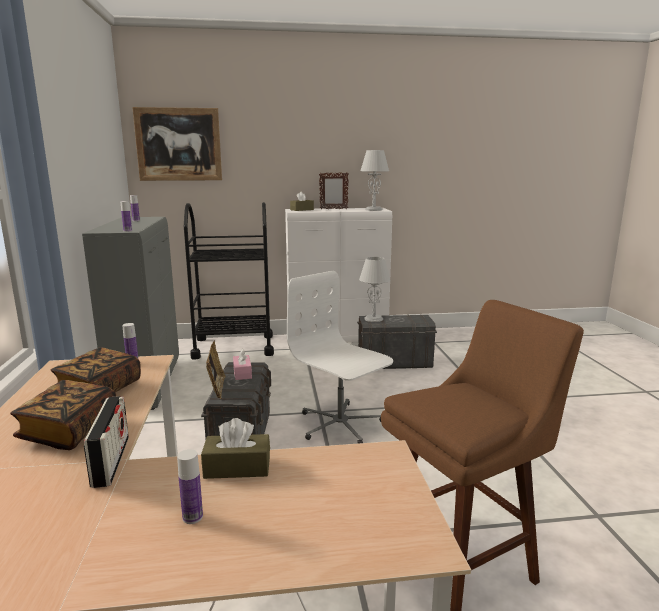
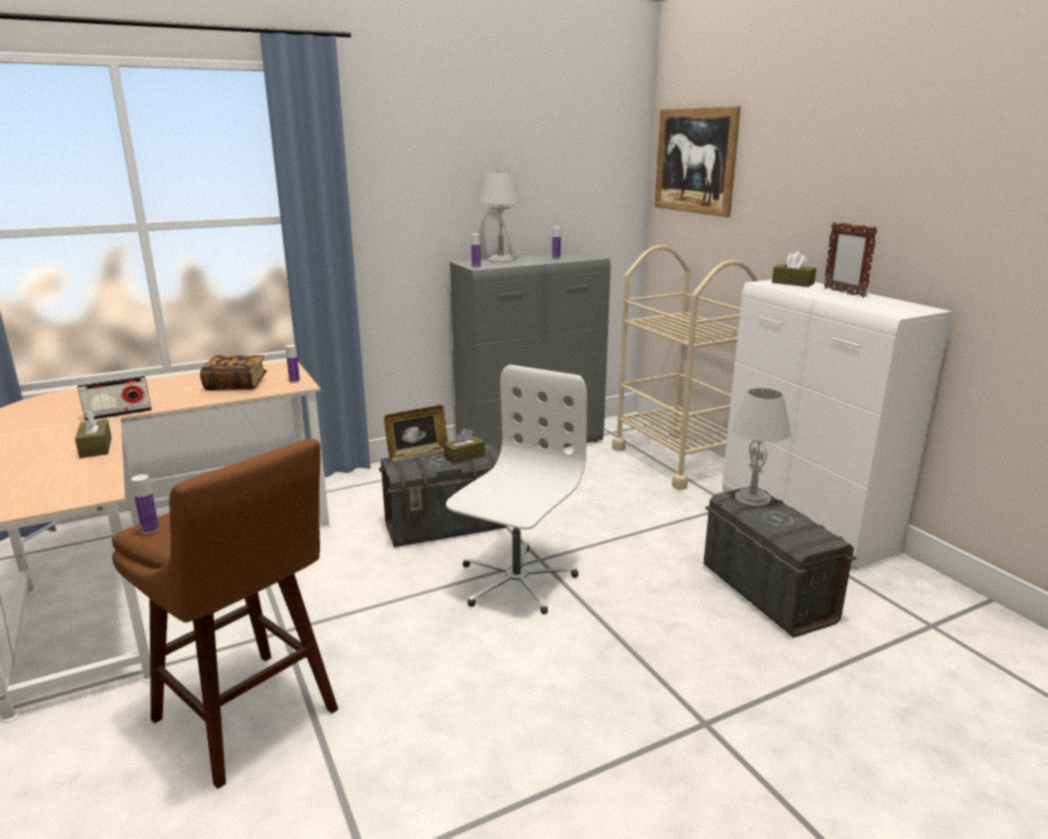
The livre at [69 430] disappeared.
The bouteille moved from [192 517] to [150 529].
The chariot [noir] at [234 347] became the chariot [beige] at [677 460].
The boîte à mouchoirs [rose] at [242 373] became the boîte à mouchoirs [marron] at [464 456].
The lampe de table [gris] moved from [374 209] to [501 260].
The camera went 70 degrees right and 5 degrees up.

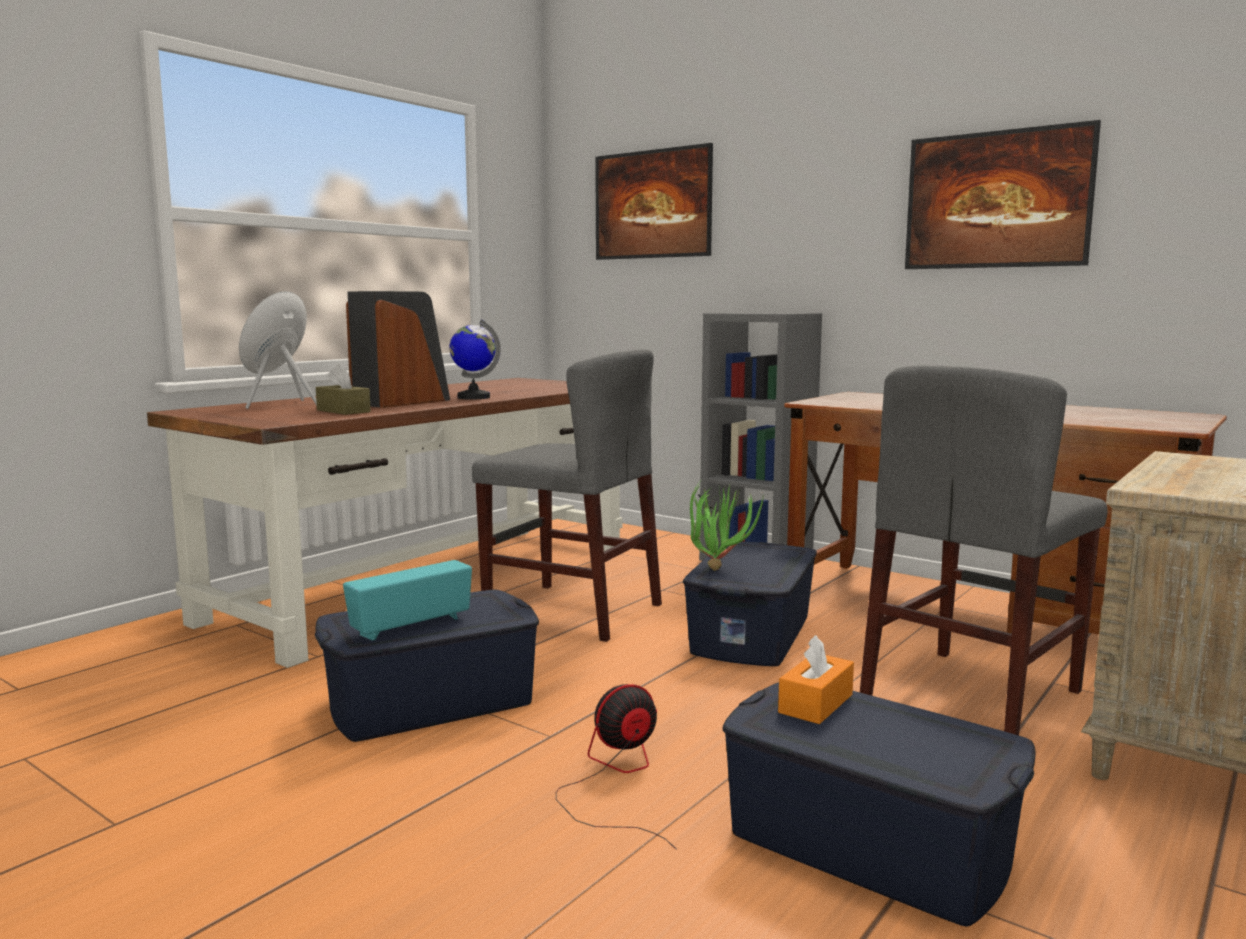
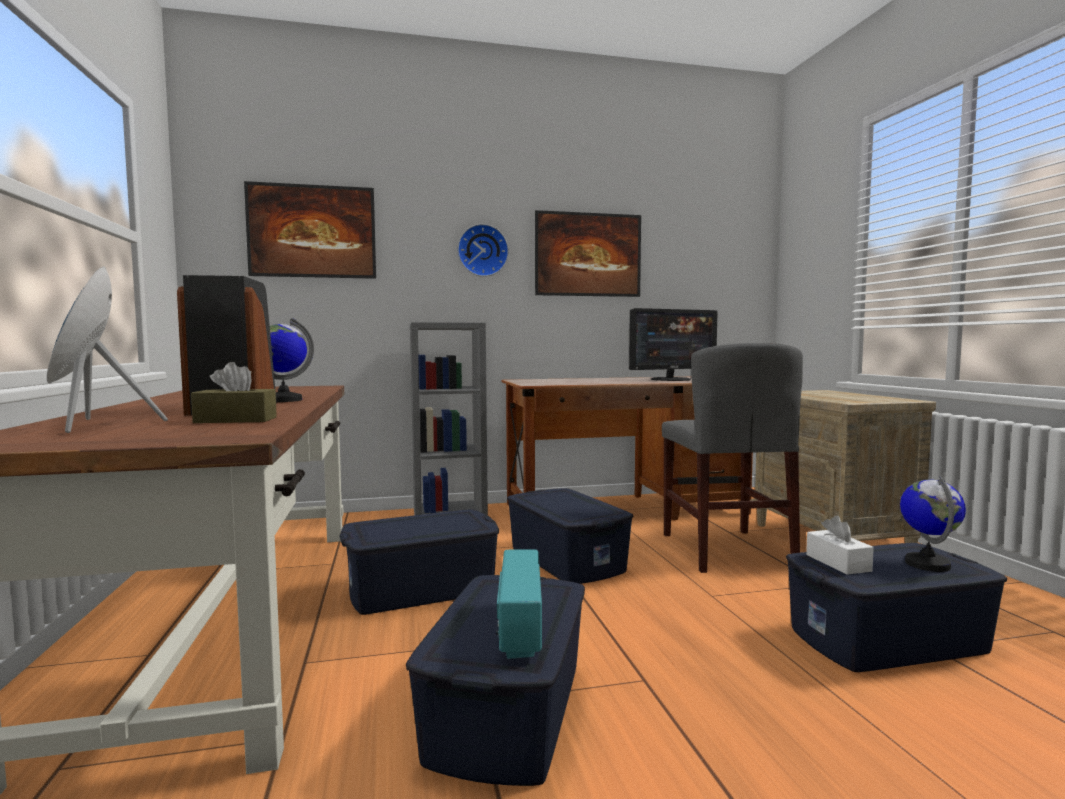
The chaise [gris] at [573 611] was replaced by the boîte de rangement [bleu] at [422 589].
The ventilateur at [617 778] disappeared.
The plante en pot at [718 567] disappeared.
The boîte à mouchoirs [orange] at [816 703] became the boîte à mouchoirs [blanc] at [838 563].
The horloge murale at [482 251] appeared.
The écran d'ordinateur at [671 379] appeared.
The globe at [927 564] appeared.
The camera went 50 degrees left and 5 degrees down.

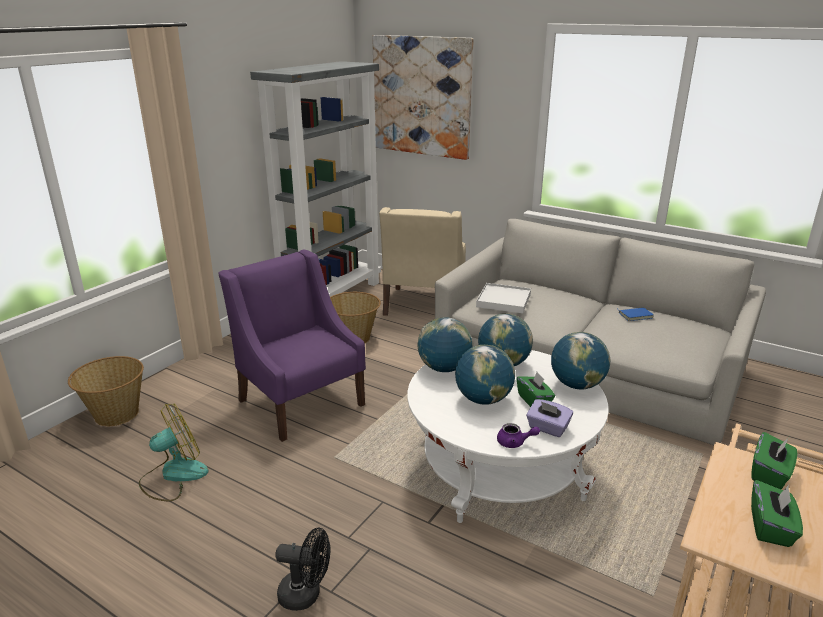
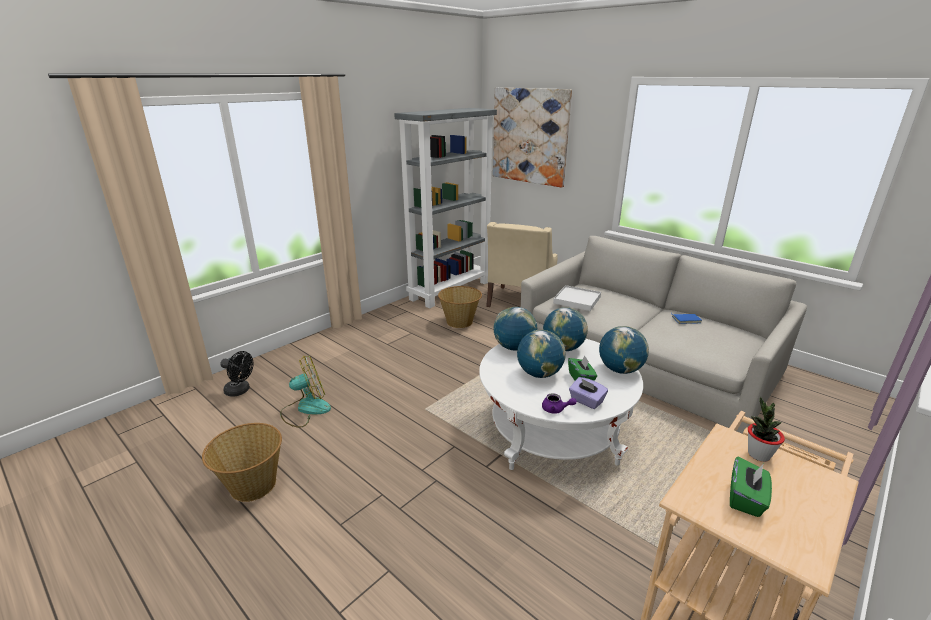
The panier moved from [116 414] to [252 485].
The fauteuil [violet] at [301 401] disappeared.
The ventilateur [noir] moved from [306 594] to [240 391].
The boîte à mouchoirs [vert] at [770 474] was replaced by the plante en pot at [758 454].
The camera went 10 degrees right and 0 degrees up.

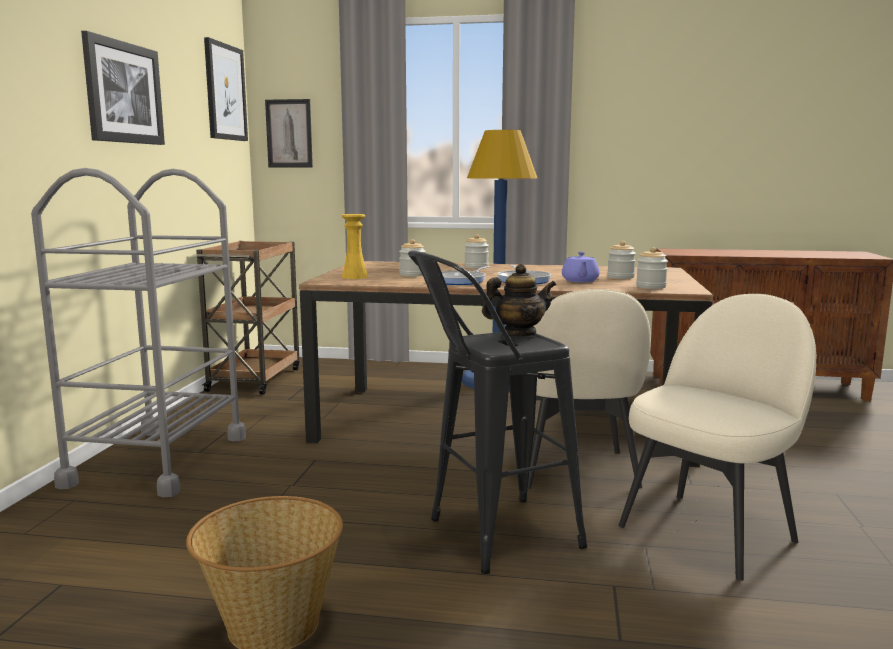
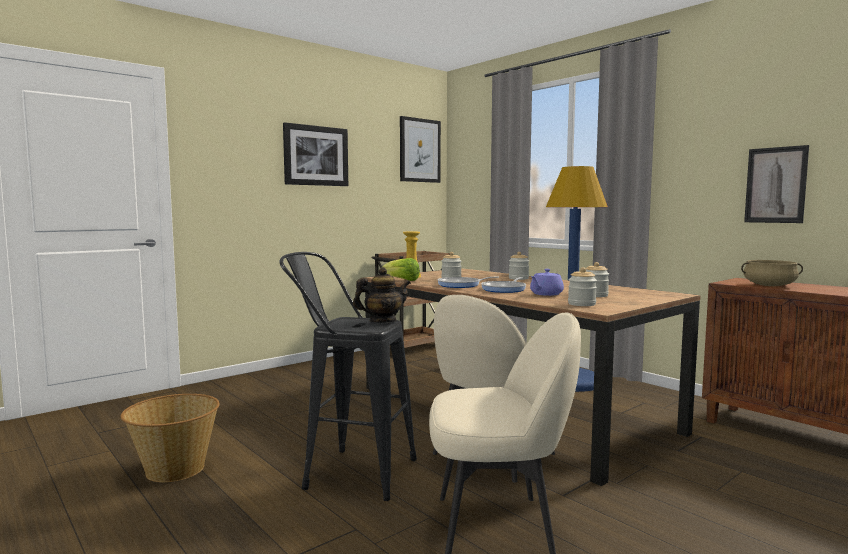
The chariot [gris] at [158 460] disappeared.
The tableau moved from [289 133] to [775 185].
The théière at [518 334] turned 45 degrees counterclockwise.
The laitue at [402 280] appeared.
The marmite [beige] at [769 286] appeared.
The camera went 40 degrees right and 5 degrees down.

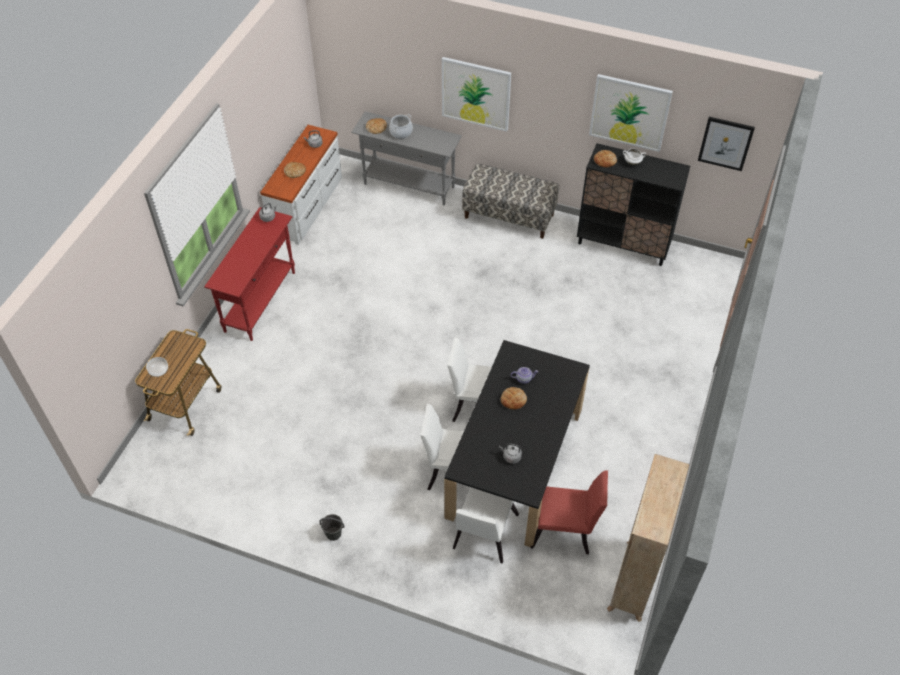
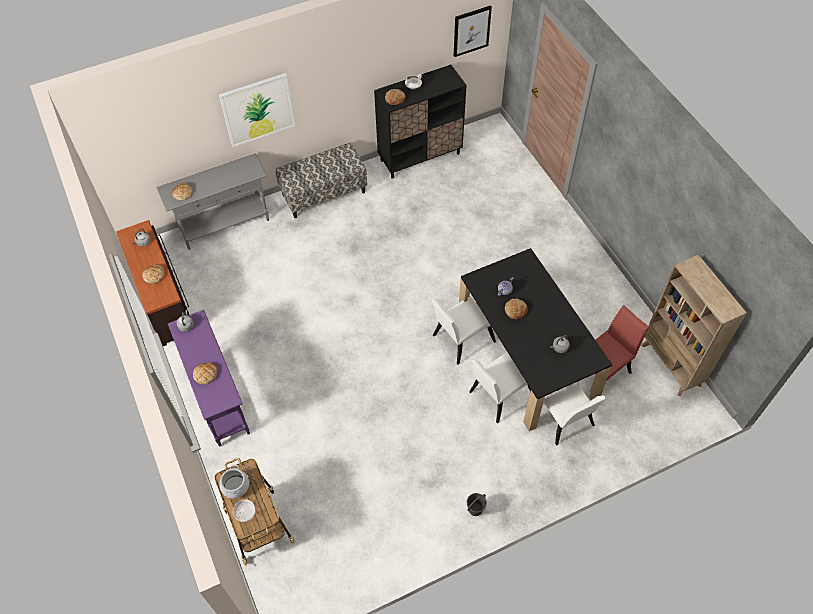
The table console [rouge] at [260 301] became the table console [violet] at [219 399].
The commode [blanc] at [308 206] became the commode [marron] at [164 299].
The marmite moved from [401 132] to [235 486].
The tableau at [629 112] disappeared.
The pain at [205 374] appeared.
The camera went 45 degrees left and 5 degrees up.

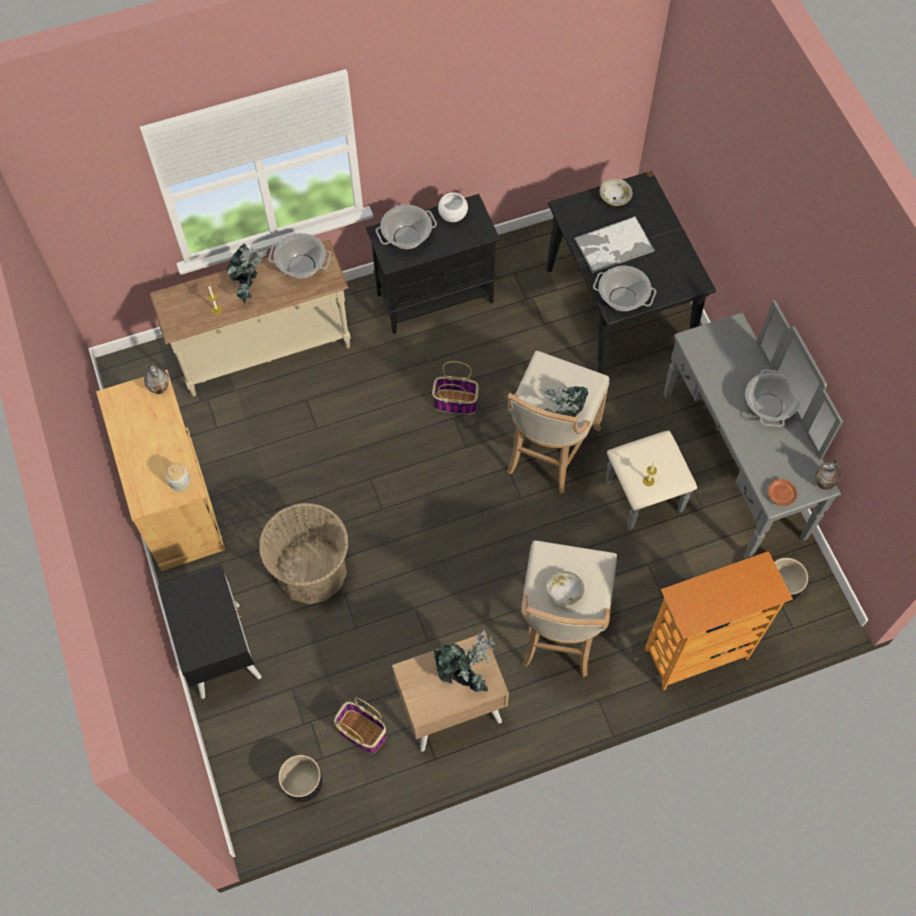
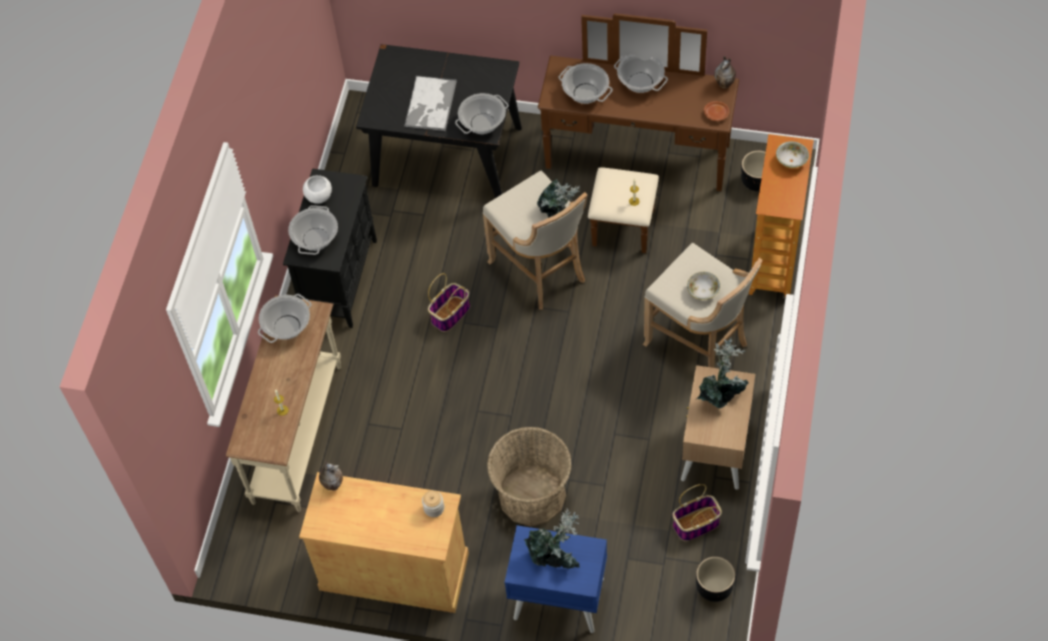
The table de chevet [noir] at [219 649] became the table de chevet [bleu] at [558 598].
The plante en pot moved from [249 287] to [555 557].
The bol moved from [614 198] to [791 160].
The commode [gris] at [713 472] became the commode [marron] at [635 172].
The marmite at [585 93] appeared.
The camera went 55 degrees left and 5 degrees down.

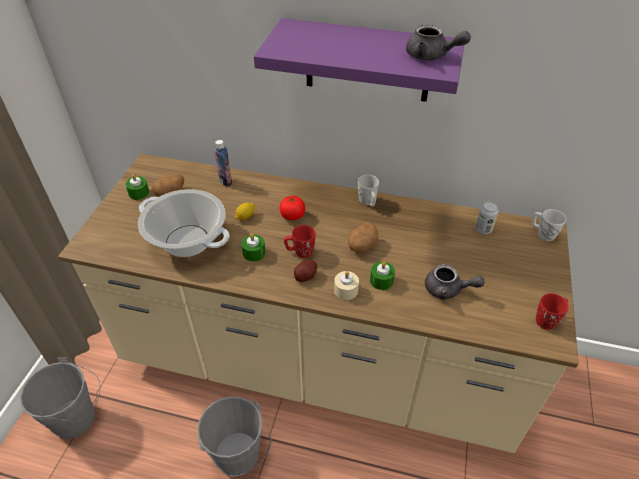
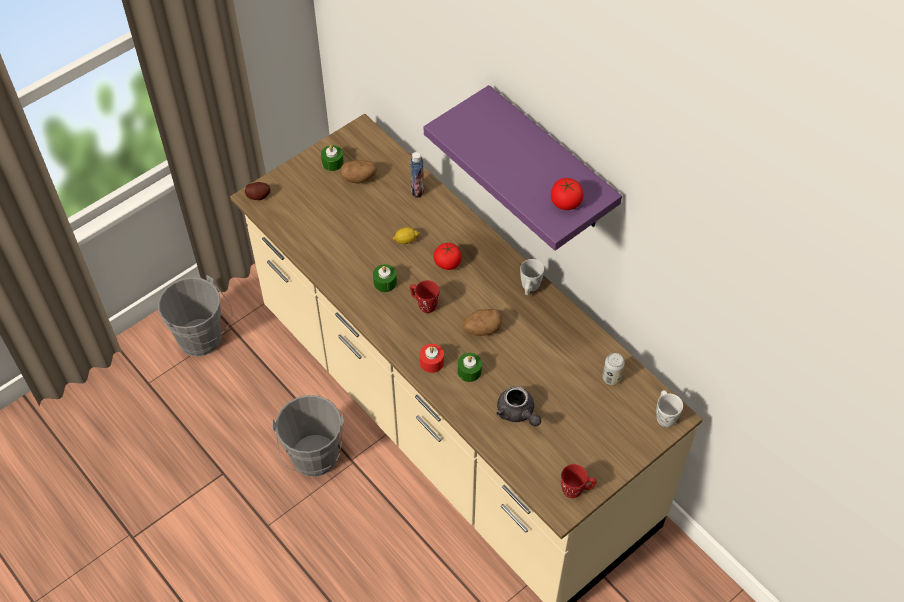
The marmite at [188 240] disappeared.
The pomme de terre moved from [305 276] to [259 195].
The bougie [beige] at [346 290] became the bougie [rouge] at [431 362].
The théière [gris] at [431 56] was replaced by the tomate at [565 202].
The camera went 35 degrees right and 10 degrees up.

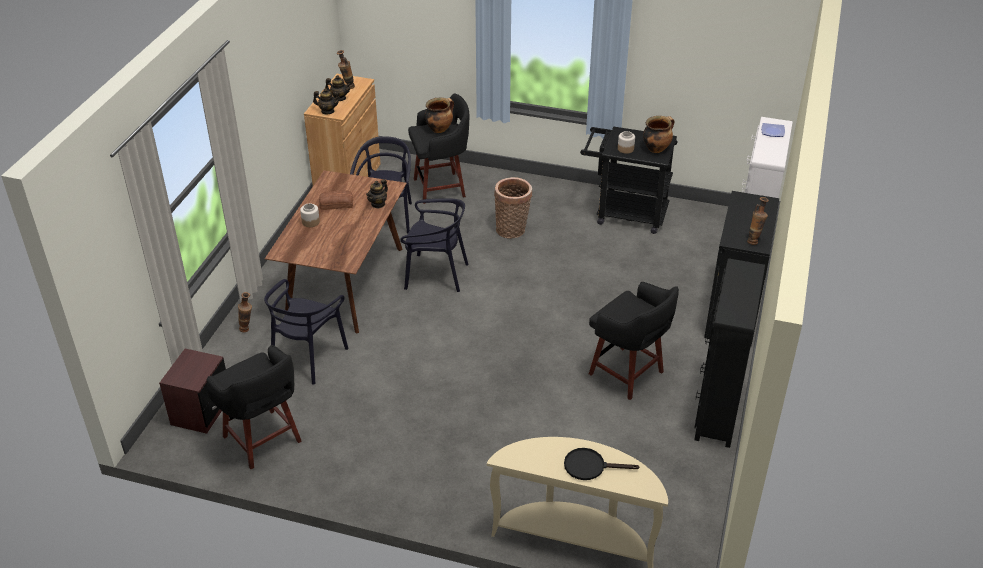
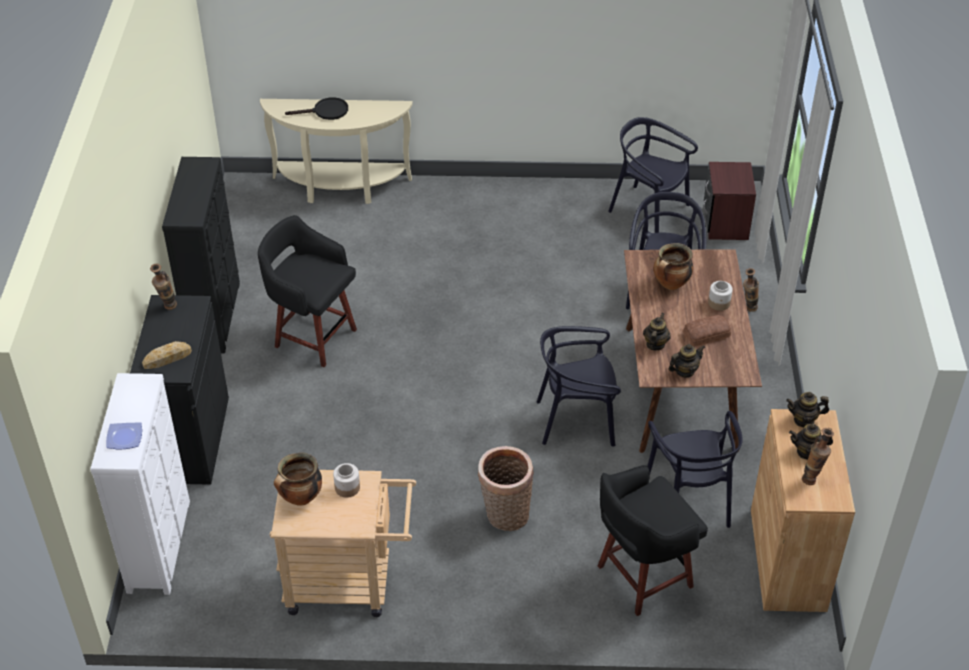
The tabouret [noir] at [263 441] was replaced by the chaise [noir] at [648 210].
The marmite moved from [439 129] to [671 284].
The chariot [noir] at [624 213] became the chariot [beige] at [349 583].
The pain at [167 358] appeared.
The théière at [684 371] appeared.
The camera went 165 degrees right and 5 degrees up.

